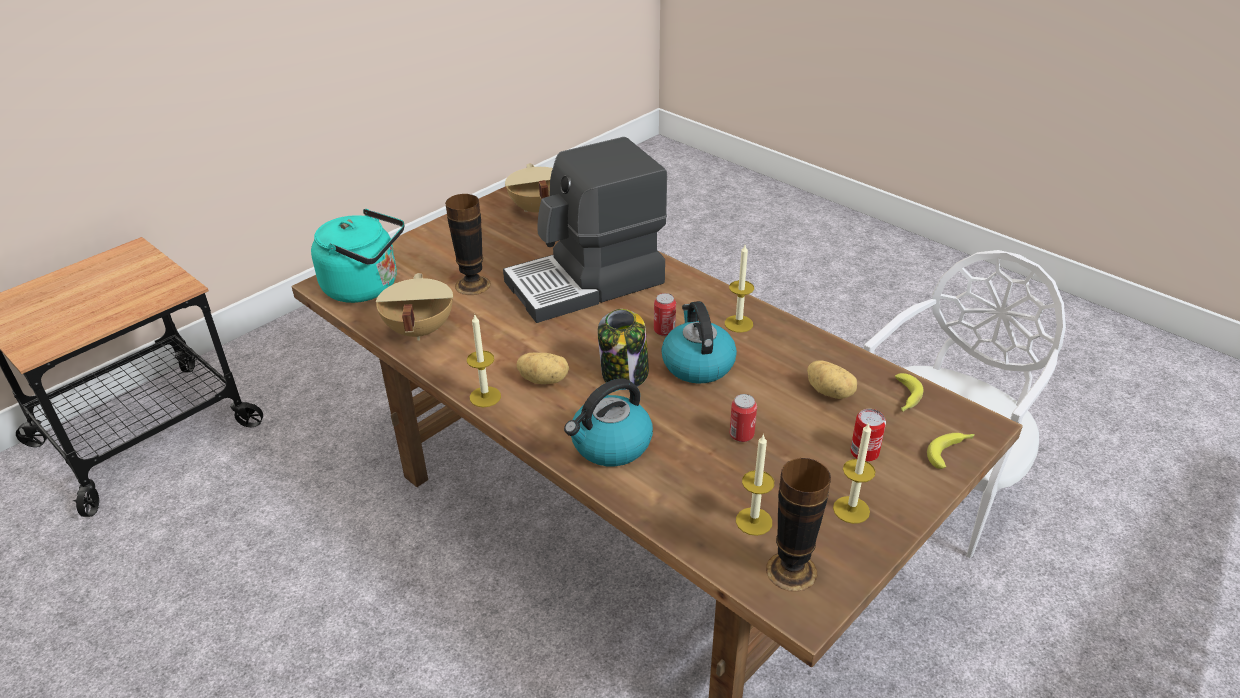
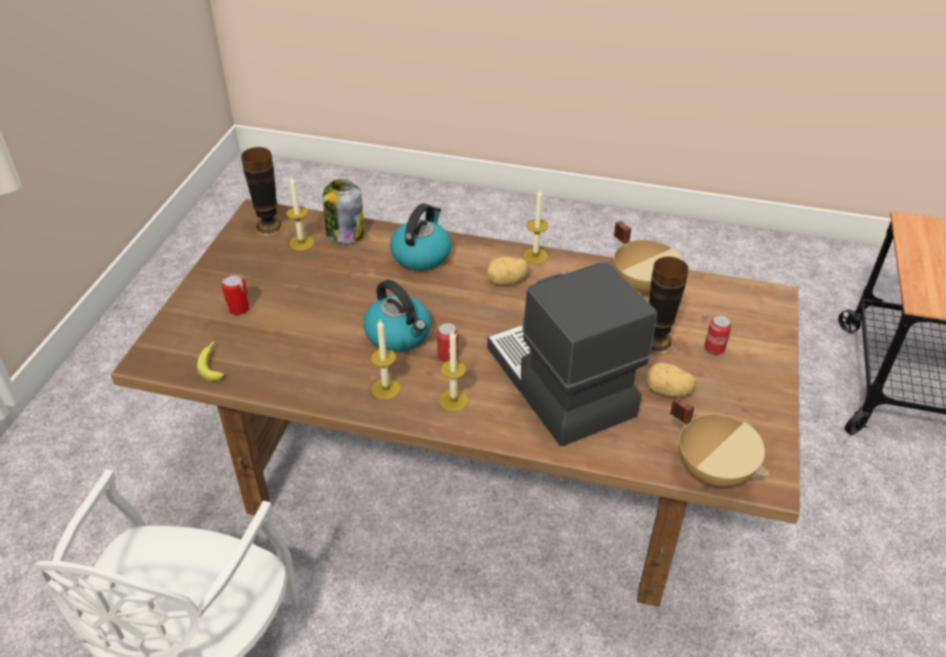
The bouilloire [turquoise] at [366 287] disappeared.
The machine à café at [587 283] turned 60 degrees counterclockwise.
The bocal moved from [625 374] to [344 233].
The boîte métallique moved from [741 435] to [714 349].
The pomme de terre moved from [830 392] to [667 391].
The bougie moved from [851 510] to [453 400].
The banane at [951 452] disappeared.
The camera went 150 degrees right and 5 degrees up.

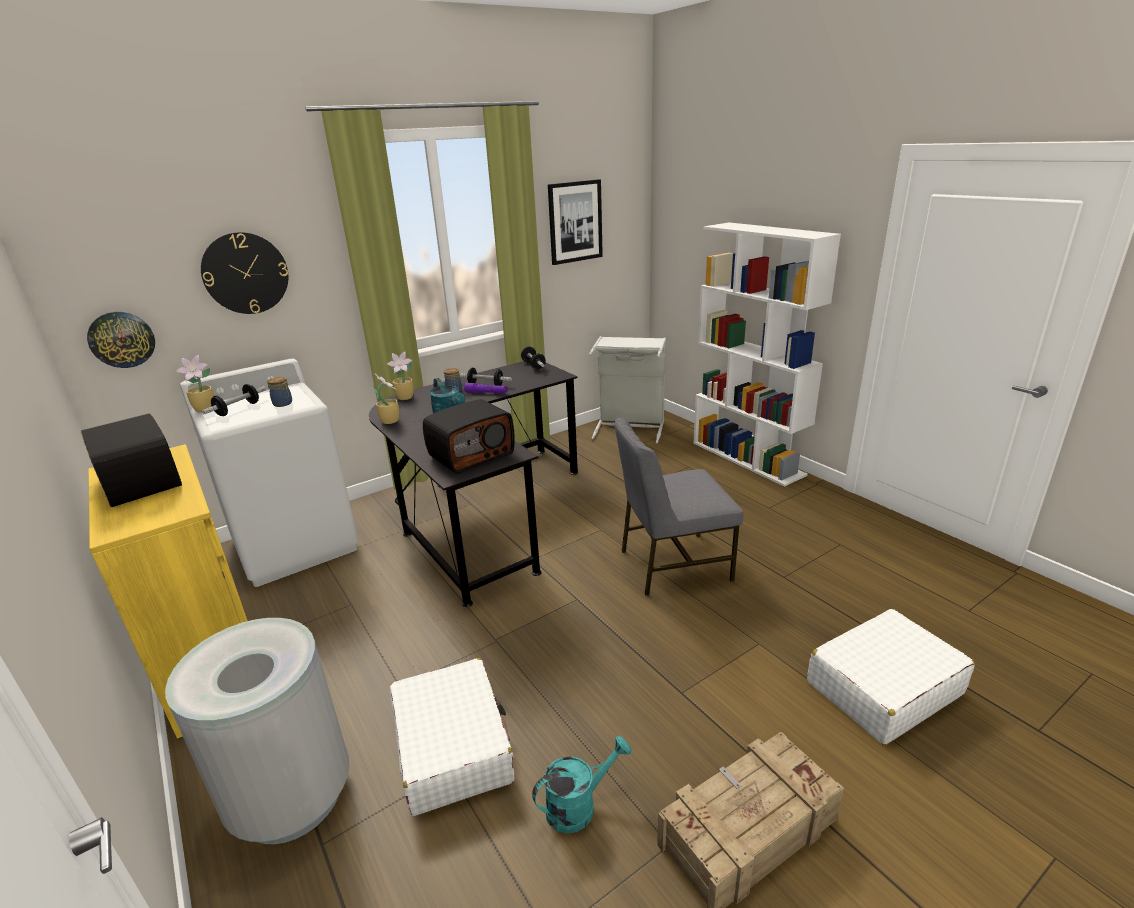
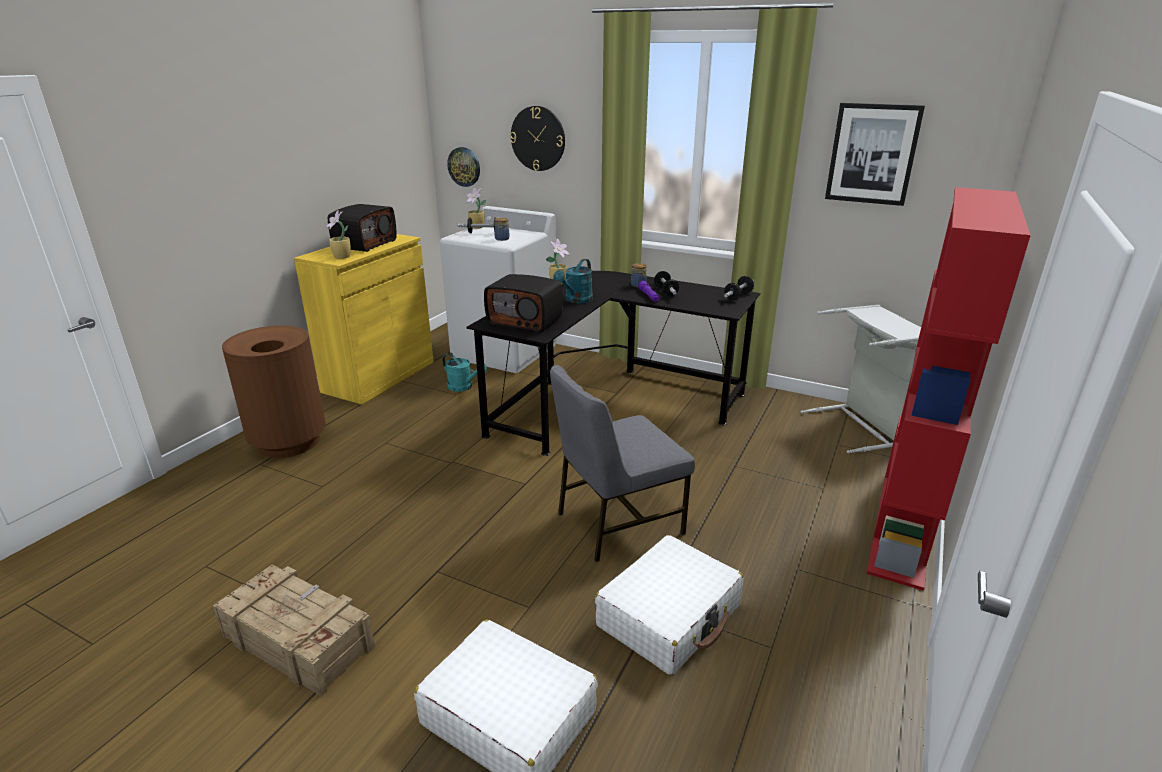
The poubelle [gris] at [291 797] became the poubelle [marron] at [289 441].
The plante en pot moved from [406 397] to [342 257].
The valise [blanc] moved from [453 746] to [669 616].
The arrosoir [turquoise] moved from [579 805] to [464 387].
The chaise [gris] at [672 564] turned 75 degrees counterclockwise.
The bibliothèque [blanc] at [748 458] became the bibliothèque [rouge] at [903 529].
The camera went 60 degrees right and 0 degrees up.

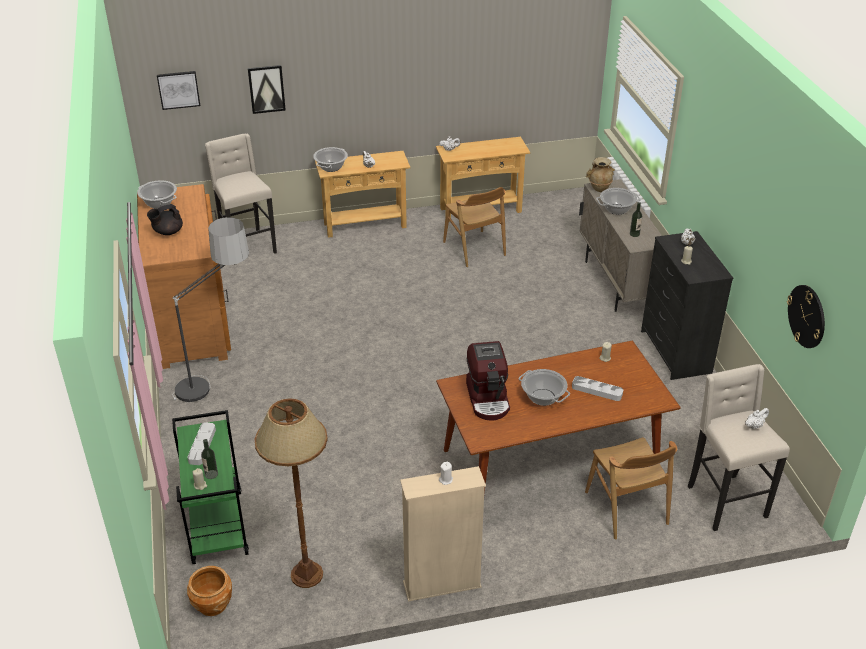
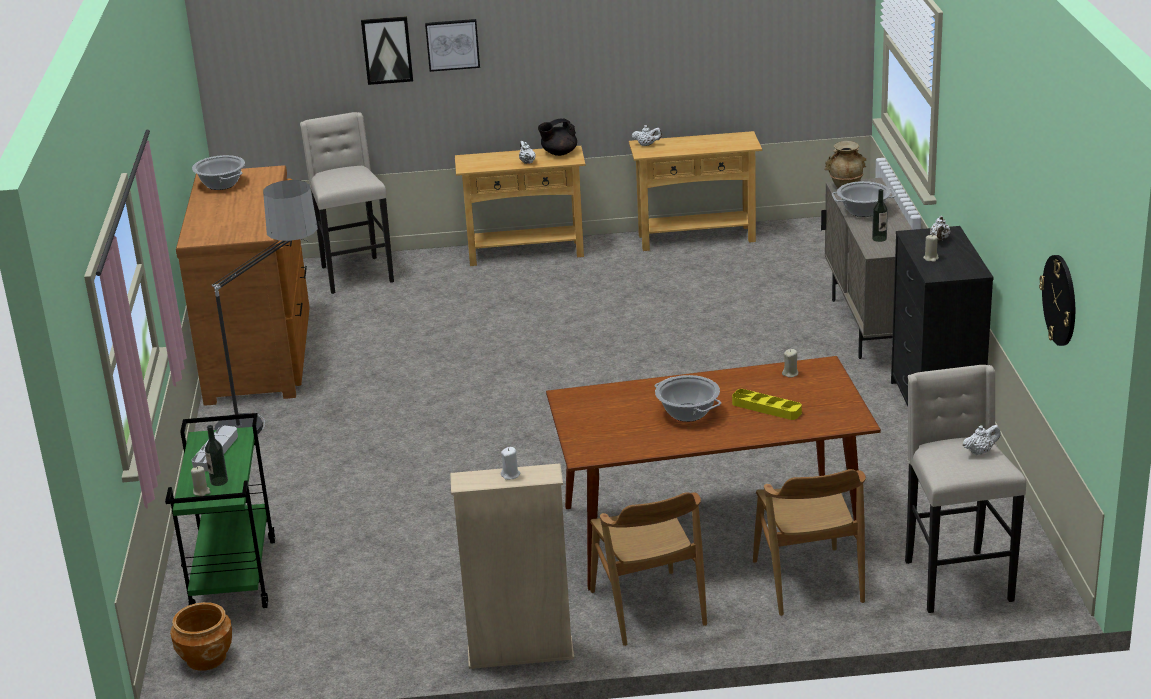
The théière [noir] moved from [167 232] to [558 153].
The tableau moved from [178 89] to [452 44].
The lampadaire [marron] at [306 575] disappeared.
The marmite at [331 167] disappeared.
The chaise [marron] moved from [474 249] to [648 608].
The machine à café at [488 398] disappeared.
The plateau [gris] at [597 390] became the plateau [jaune] at [766 408].
The camera went 10 degrees right and 10 degrees down.

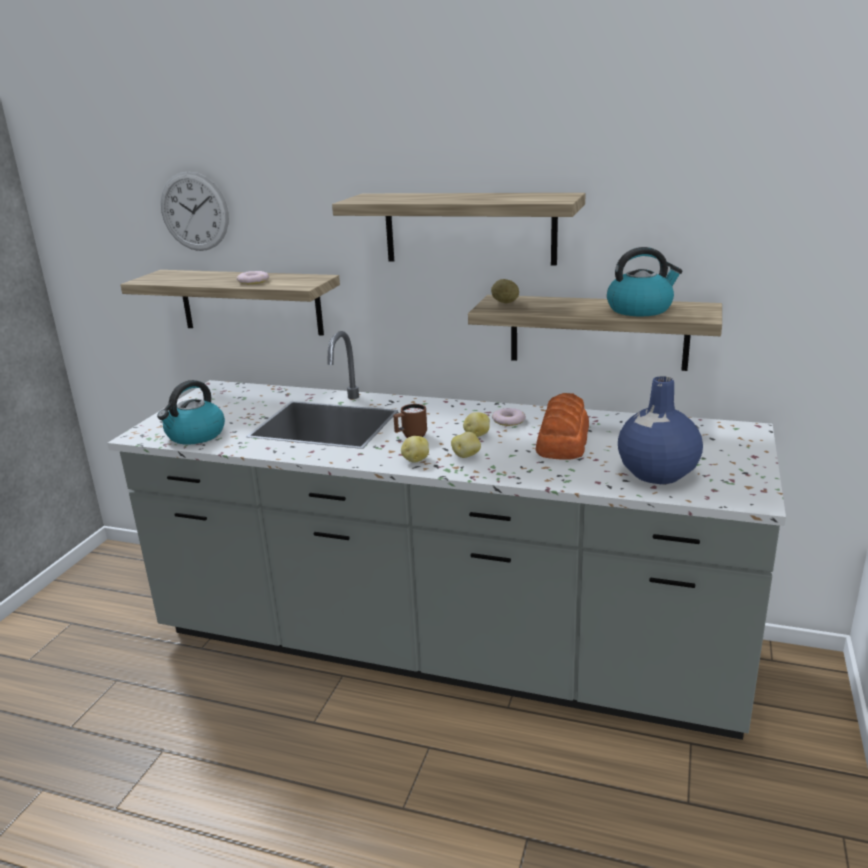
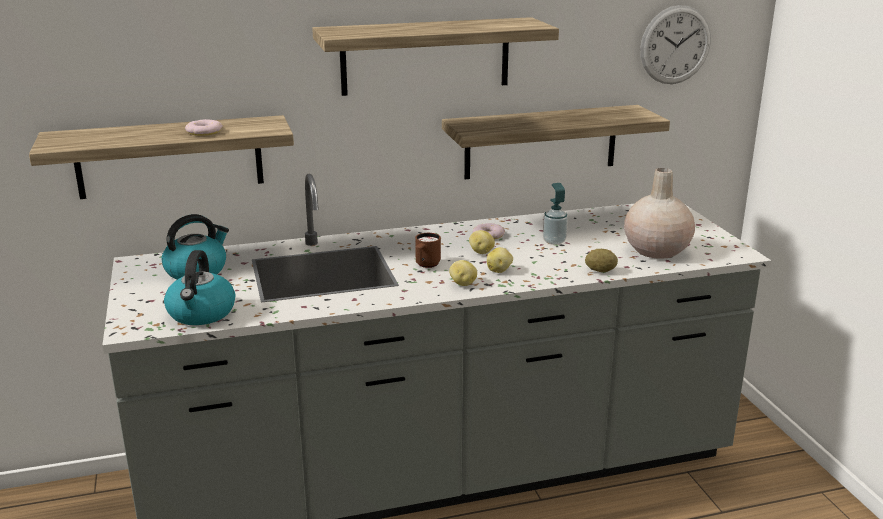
The horloge murale moved from [194 211] to [675 45].
The pomme de terre moved from [505 302] to [600 271].
The pain at [562 440] was replaced by the distributeur de savon at [554 241].
The bouilloire moved from [640 309] to [197 270].
The vase [bleu] at [656 473] became the vase [beige] at [656 250].
The camera went 35 degrees left and 0 degrees up.

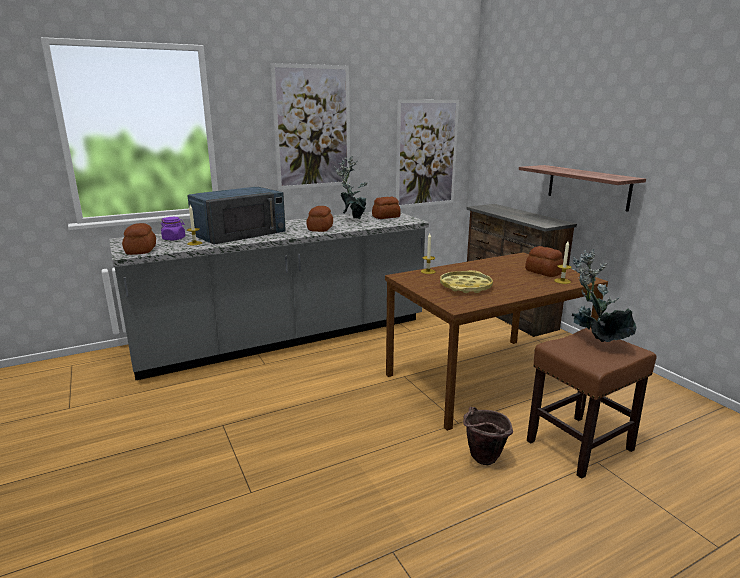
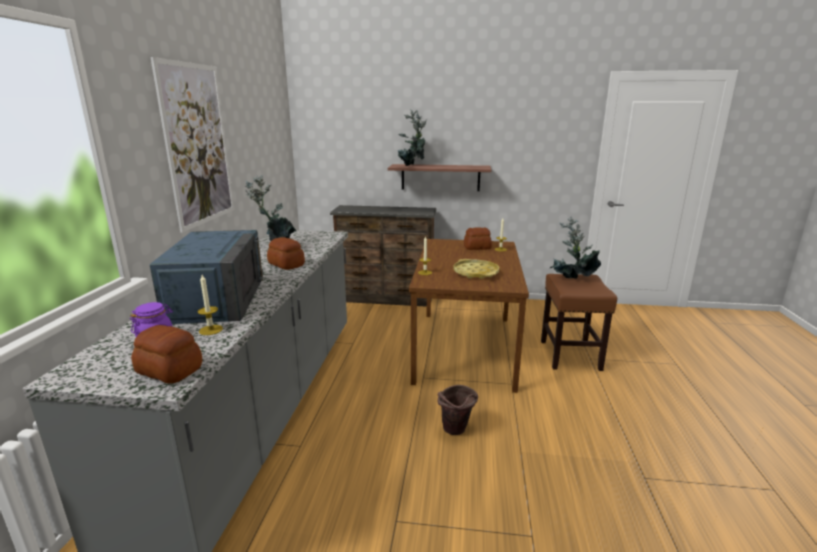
The pain at [386 217] disappeared.
The tableau at [426 154] disappeared.
The seau [marron] moved from [482 460] to [456 431].
The plante en pot at [412 166] appeared.
The camera went 55 degrees left and 0 degrees up.

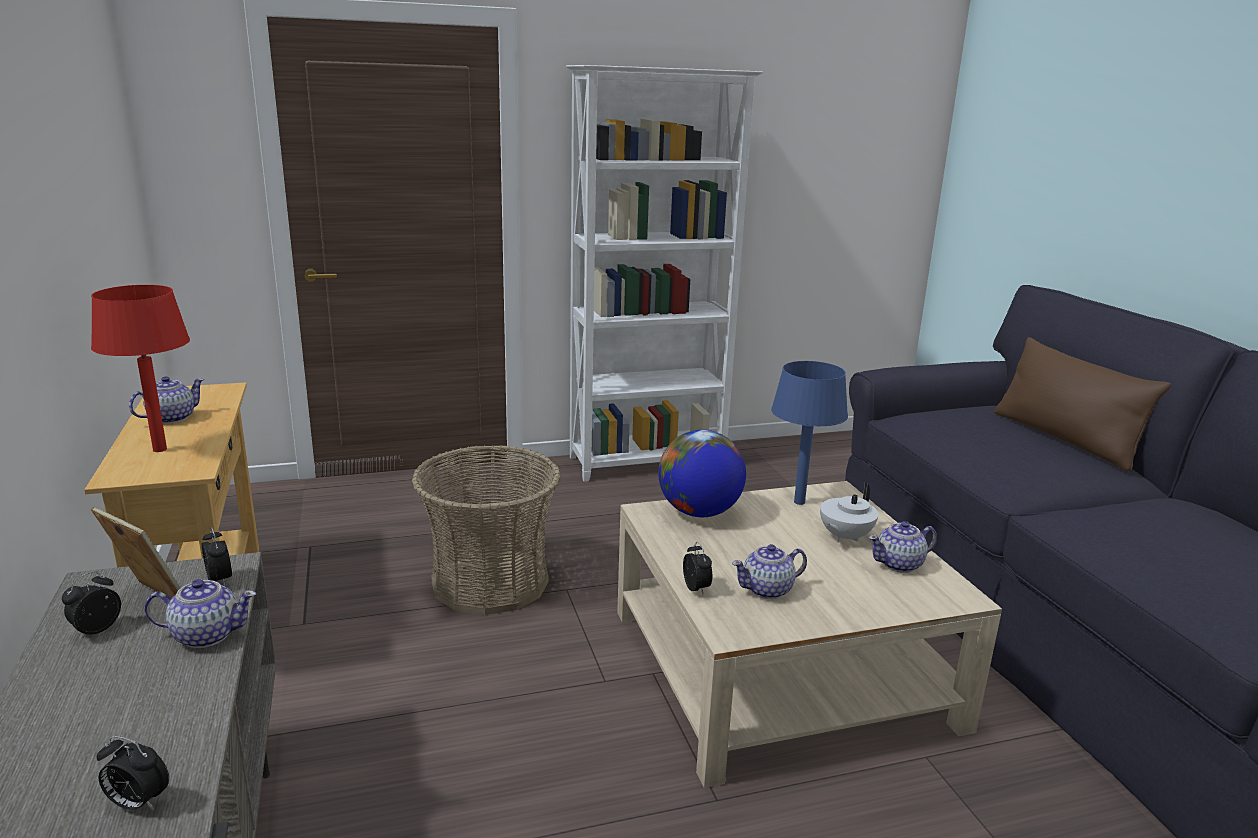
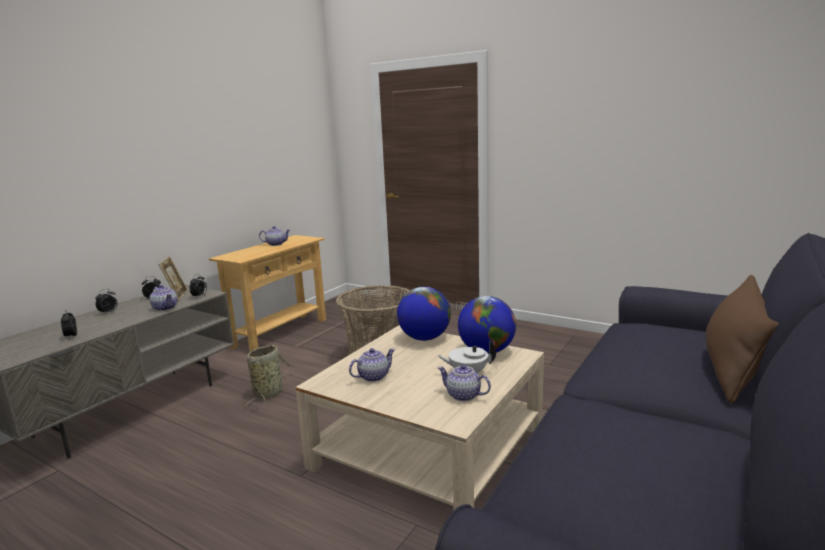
The lampe de table [rouge] at [161 449] disappeared.
The bibliothèque [blanc] at [648 463] disappeared.
The réveil moved from [696 589] to [109 313].
The théière at [768 590] turned 120 degrees clockwise.
The lampe de table [bleu] at [799 502] was replaced by the globe at [486 351].
The panier at [269 392] appeared.
The camera went 50 degrees right and 5 degrees down.

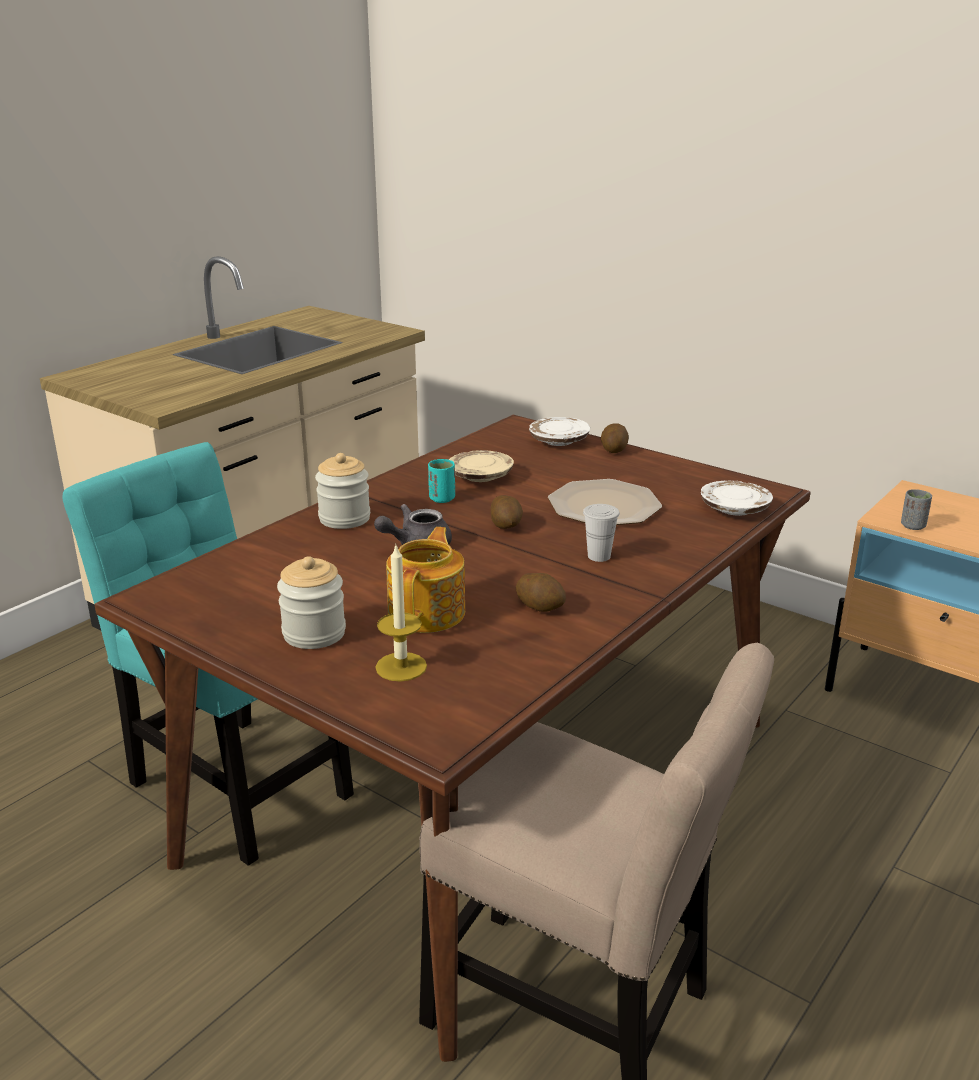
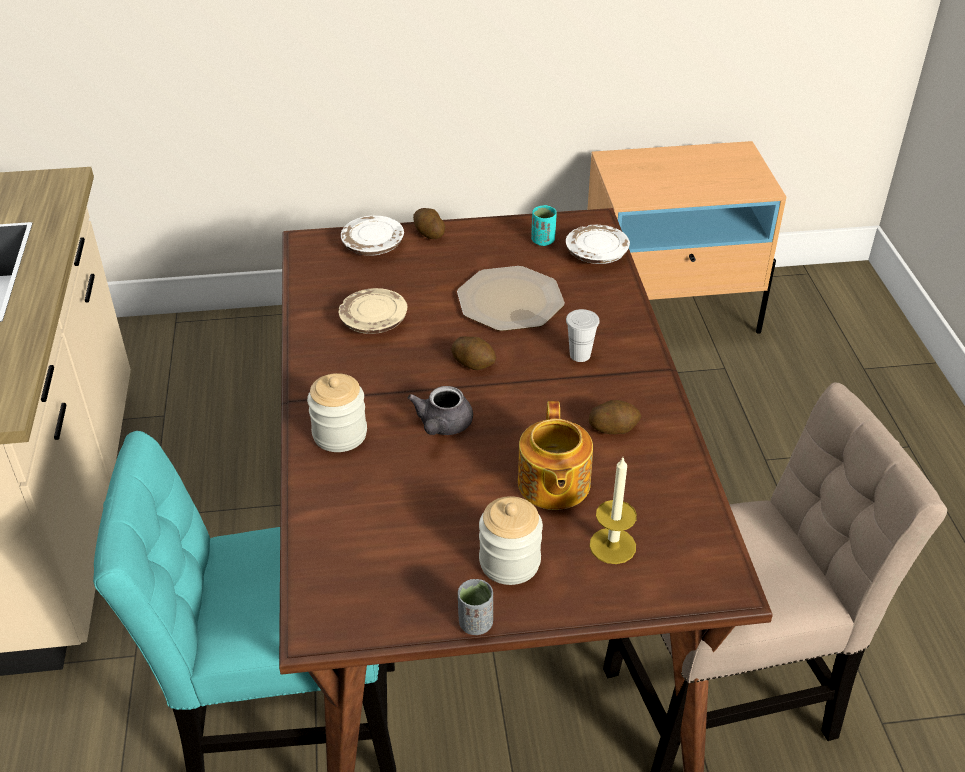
The théière at [428 612] turned 150 degrees counterclockwise.
The tasse [turquoise] moved from [442 499] to [543 241].
The tasse [gris] moved from [913 526] to [475 623].
The camera went 45 degrees left and 15 degrees up.

